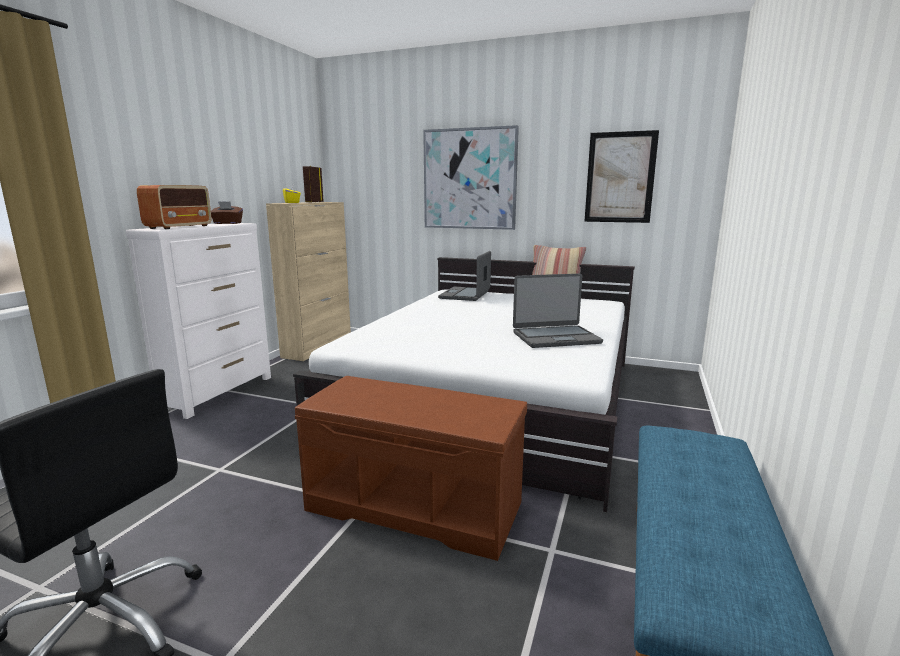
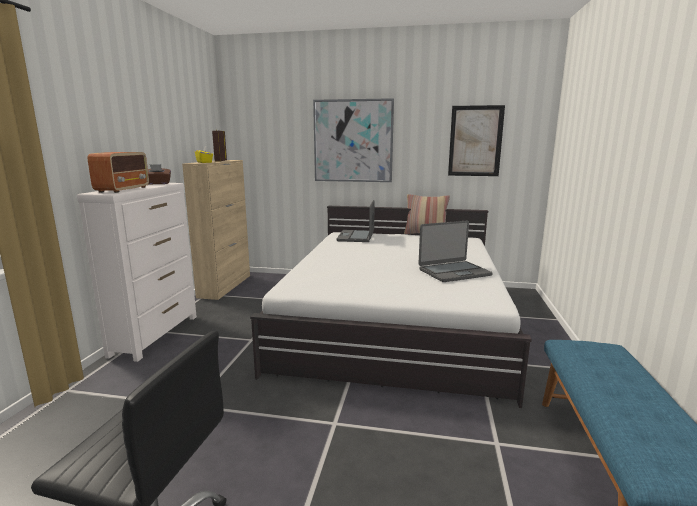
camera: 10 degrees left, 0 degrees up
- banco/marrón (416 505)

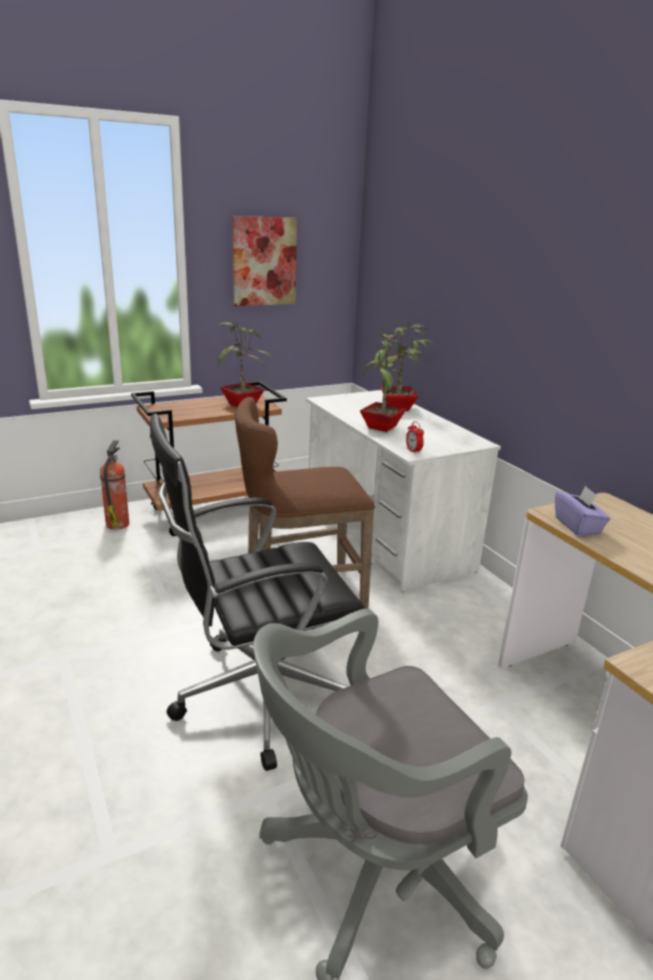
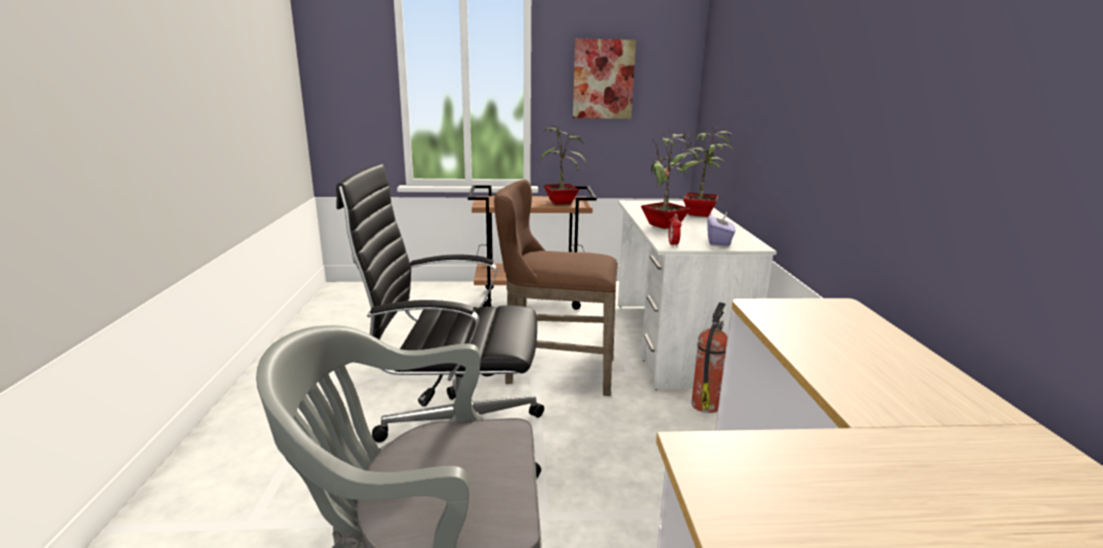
camera: 25 degrees right, 5 degrees down
~ extintor (118 523) to (706 404)
~ caja de pañuelos/morado (577 526) to (719 241)

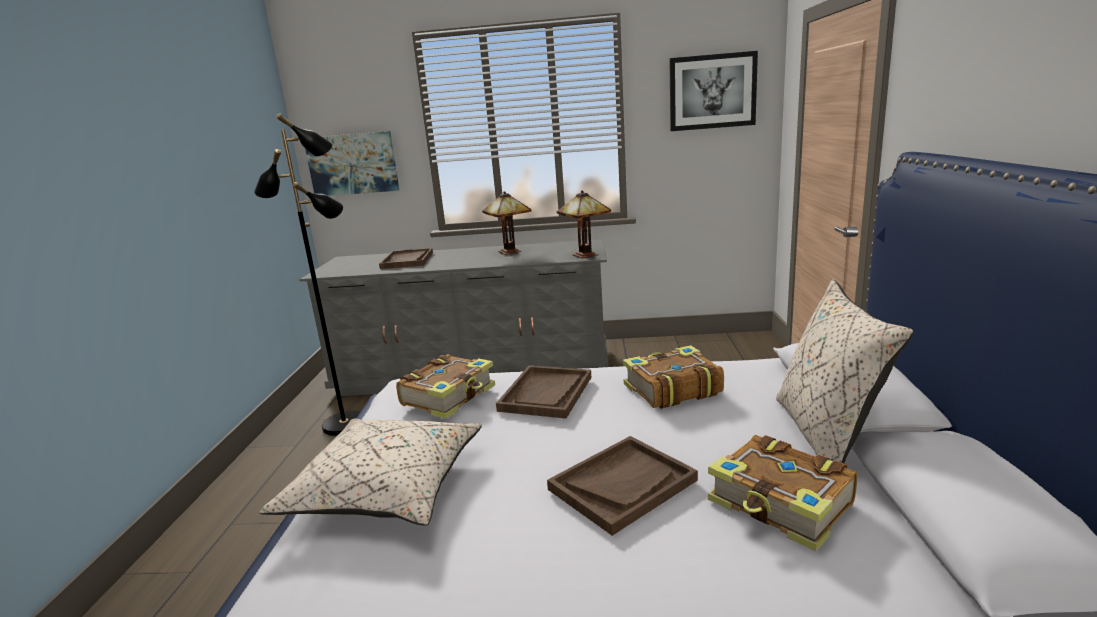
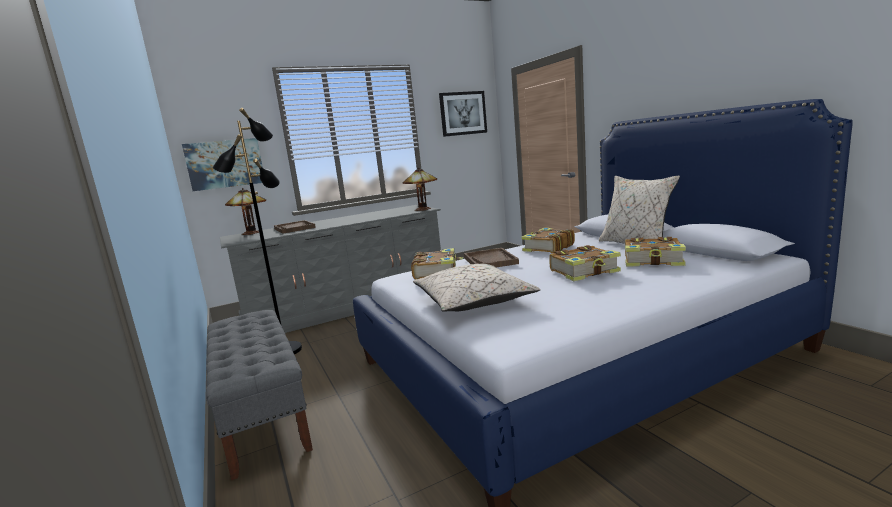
camera: 30 degrees left, 5 degrees down
+ banco/gris (262 414)
~ lámpara de mesa (510 251) to (252 233)
~ bandeja/marrón (622 485) to libro (585 272)

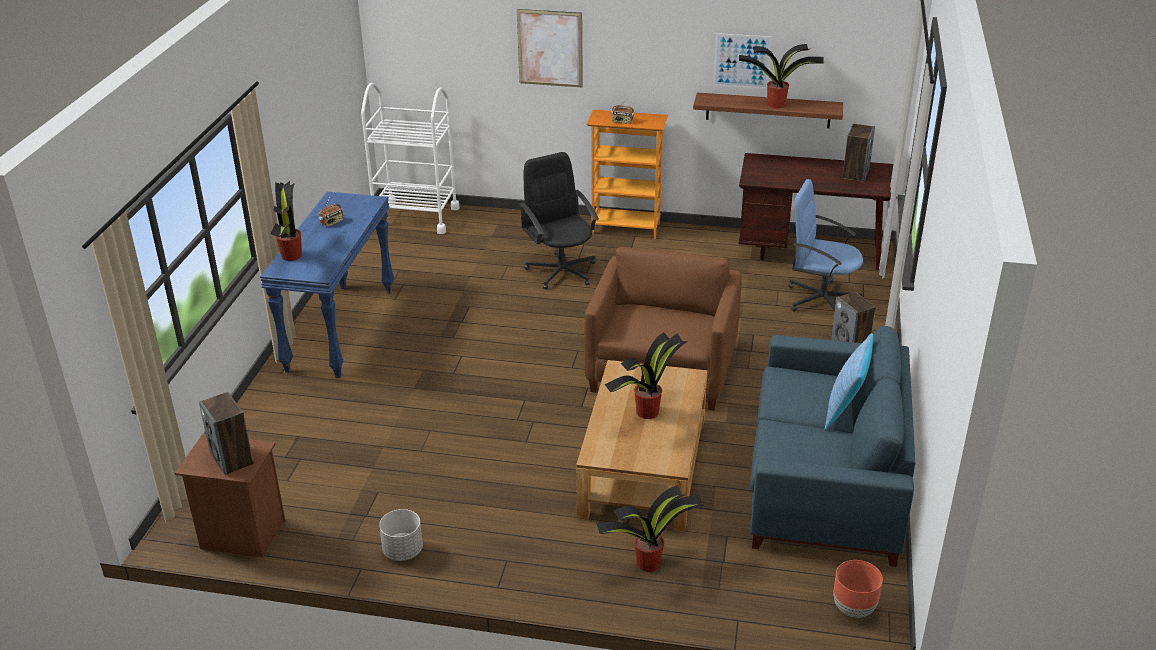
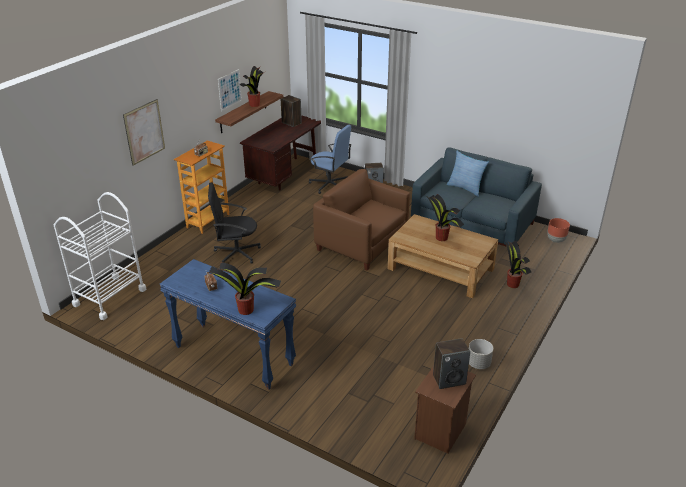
camera: 70 degrees left, 0 degrees up
~ silla de oficina/azul (820 299) = (330 185) 105 degrees counterclockwise

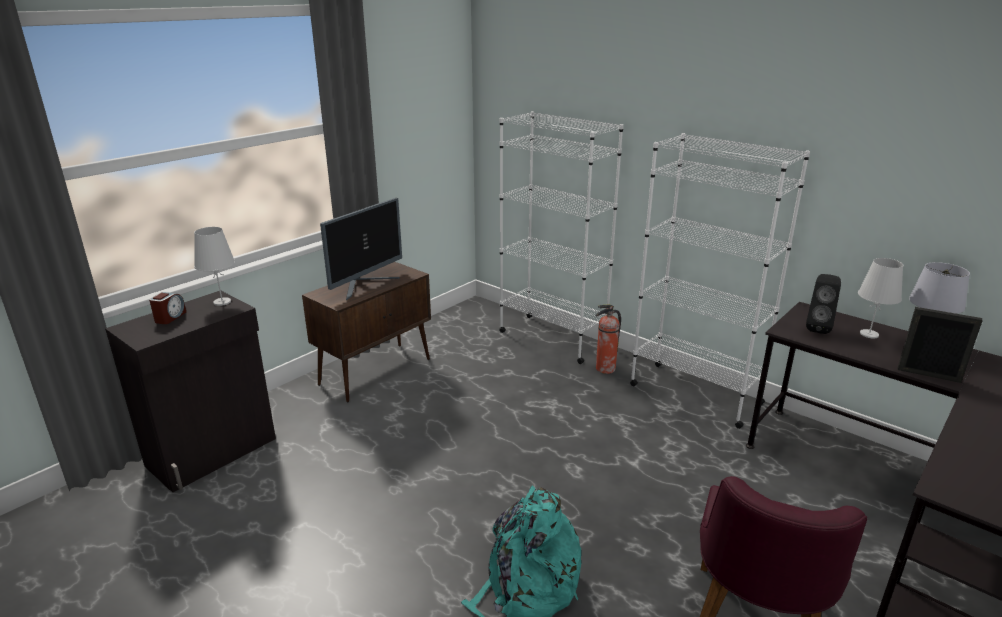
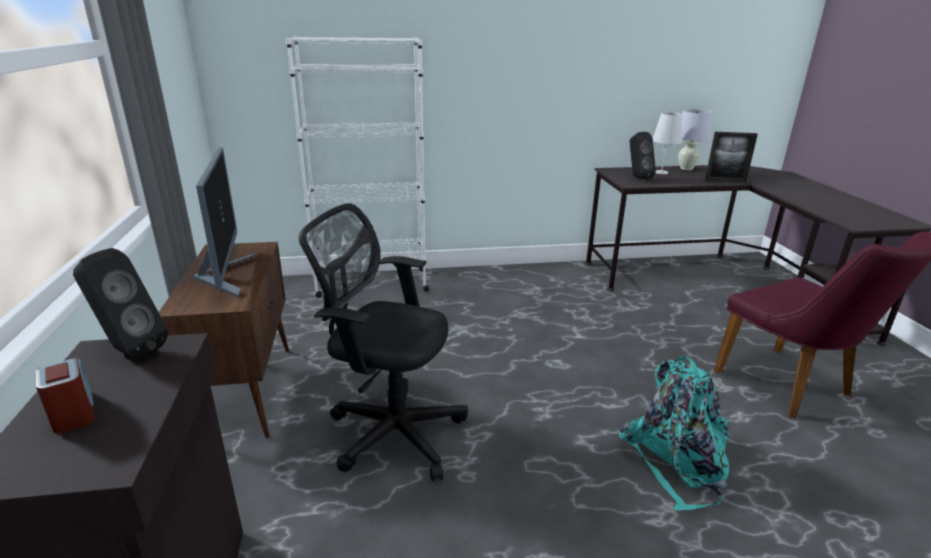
camera: 50 degrees left, 0 degrees up
- extintor (604 369)
- estantería/blanco (694 394)
+ silla de oficina/negro (391 431)
~ lámpara de mesa/blanco (222 302) to altavoz/negro (128 350)
~ portarretratos (928 375) = (725 181) 150 degrees counterclockwise

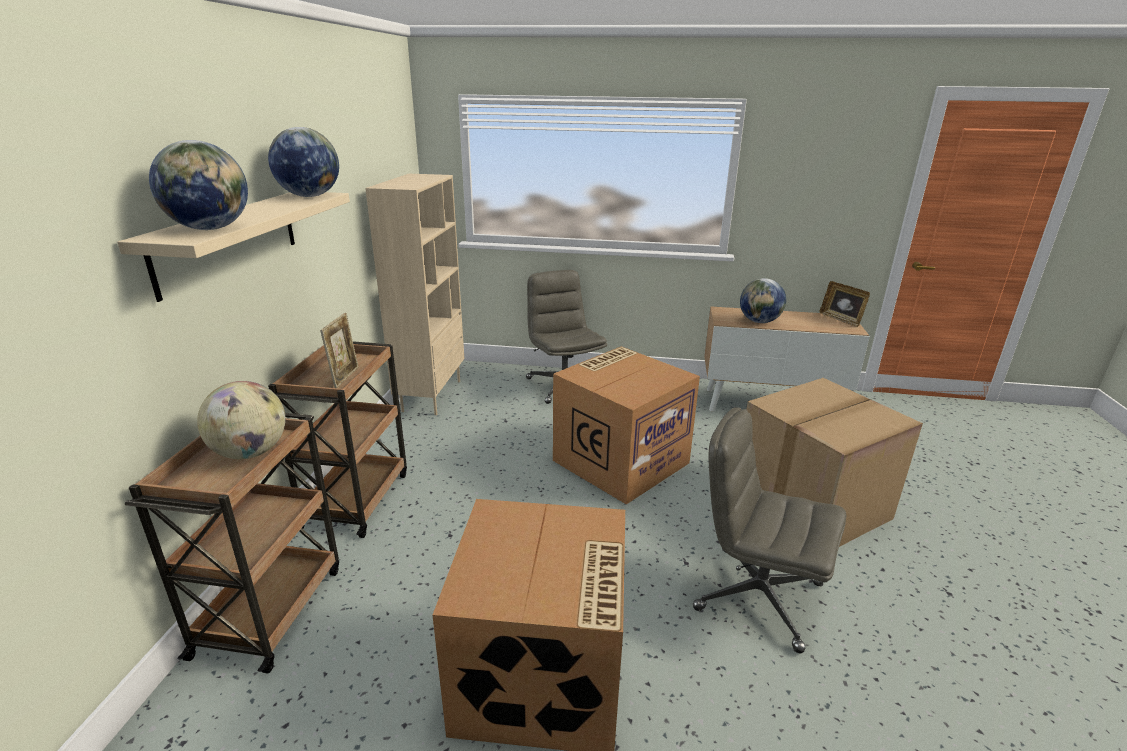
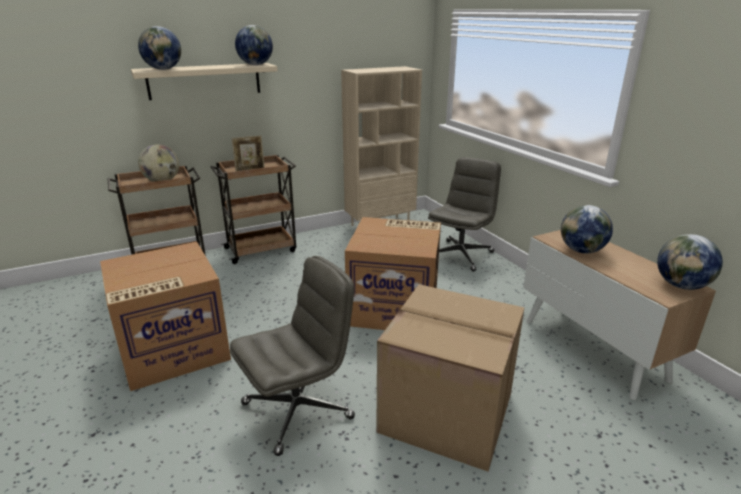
camera: 55 degrees right, 0 degrees up
~ portarretratos (841 319) to globo terráqueo (681 286)
~ silla de oficina/gris (756 596) = (298 410) 60 degrees clockwise

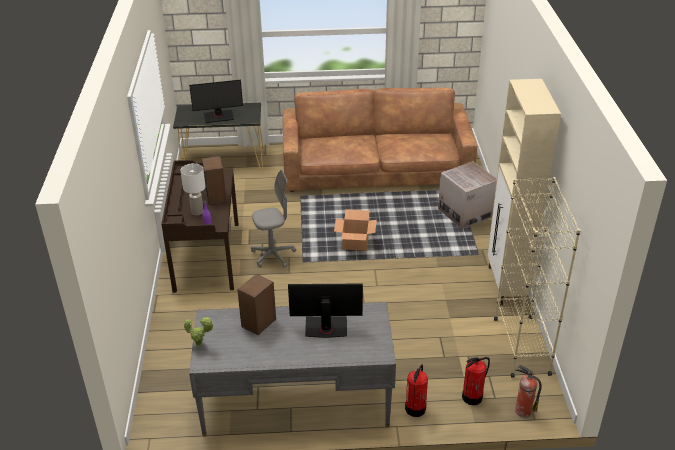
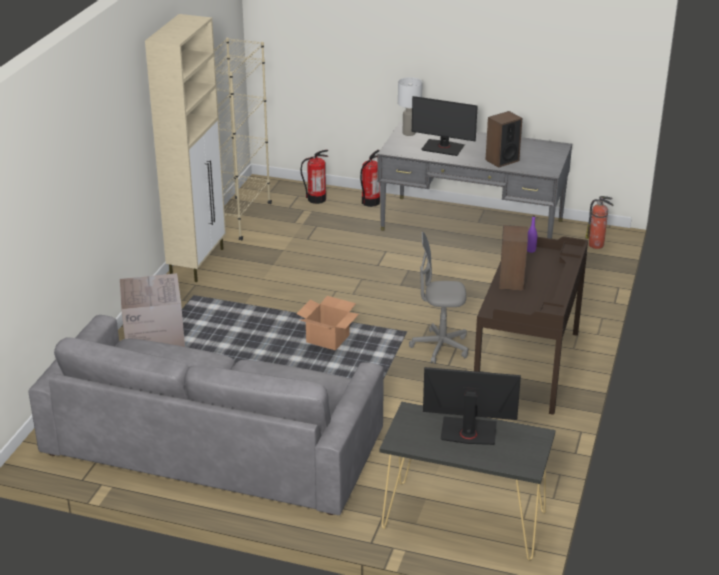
camera: 160 degrees left, 5 degrees down
- planta en maceta (200 345)
~ lámpara de mesa/blanco (197 212) to (409 133)
~ extintor (522 411) to (597 245)
~ sofá/marrón (376 168) to sofá/gris (214 442)

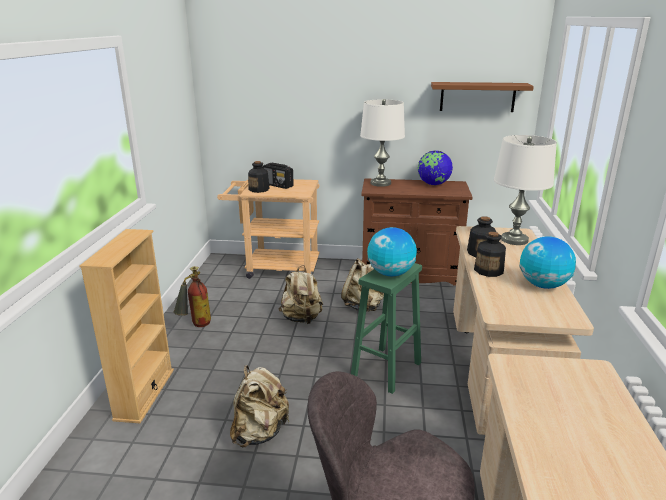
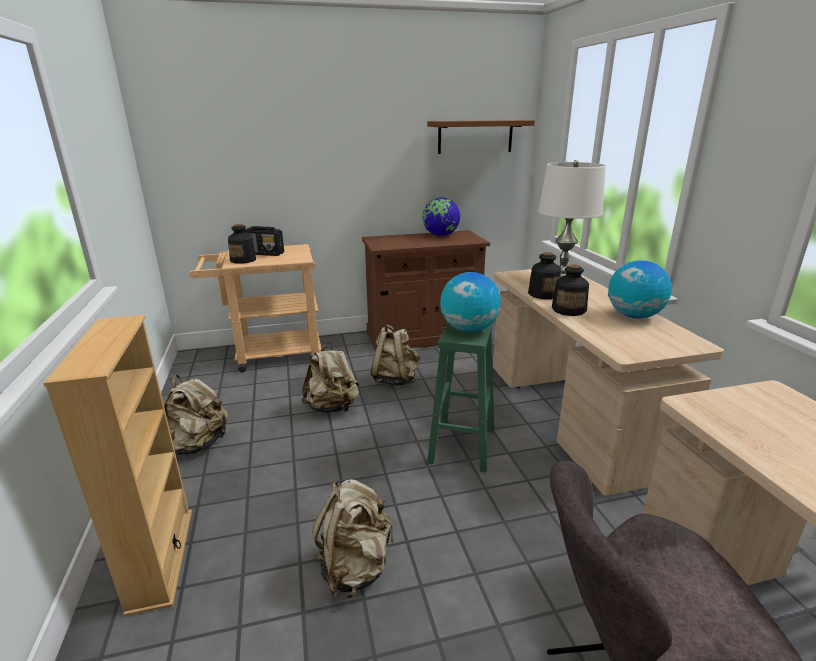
camera: 20 degrees left, 0 degrees up
- lámpara de mesa/blanco (380 183)
~ extintor (195 326) to mochila/beis (198 445)

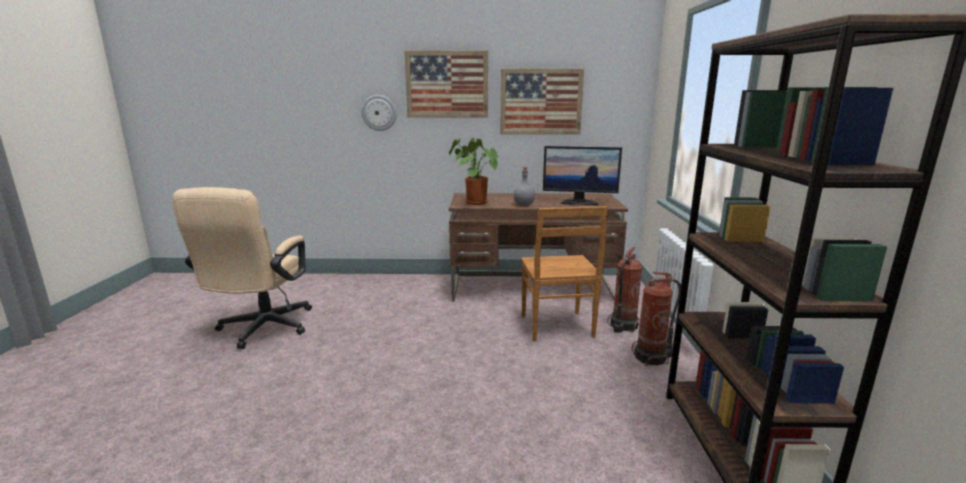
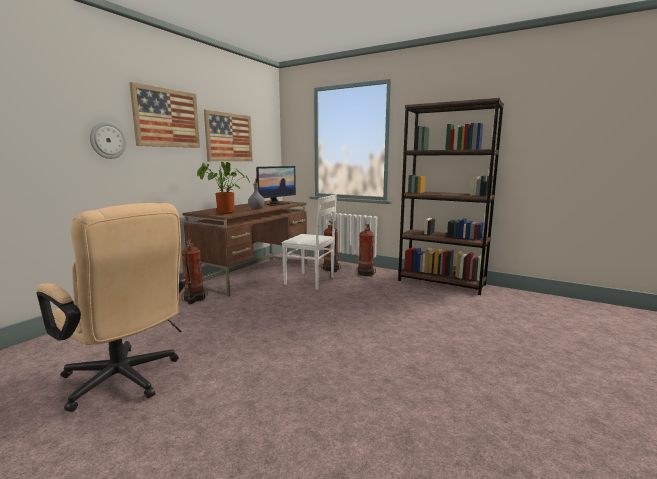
camera: 60 degrees left, 5 degrees down
+ extintor (194 299)
~ silla/marrón (557 327) to silla/blanco (311 281)

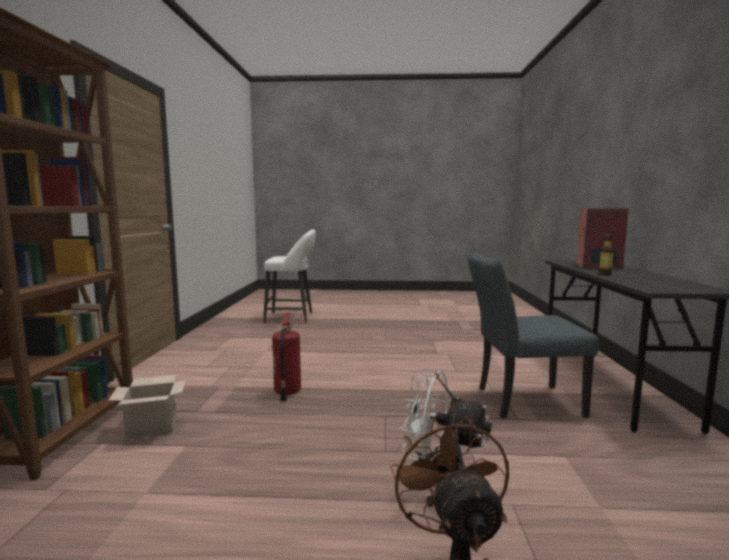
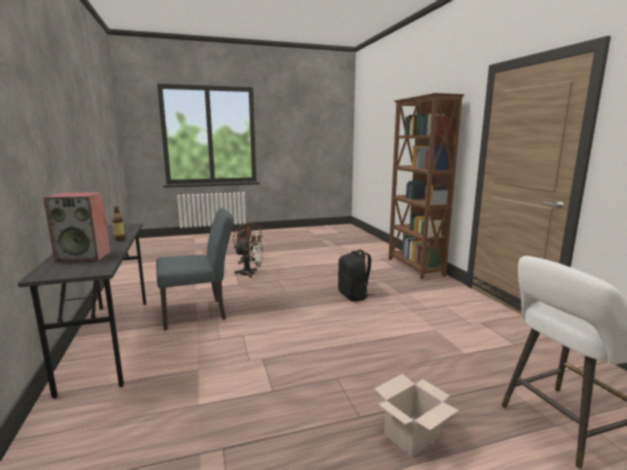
camera: 160 degrees right, 5 degrees up
~ caja de cartón (153 427) to (411 437)
~ extintor (286 393) to mochila/negro (354 296)

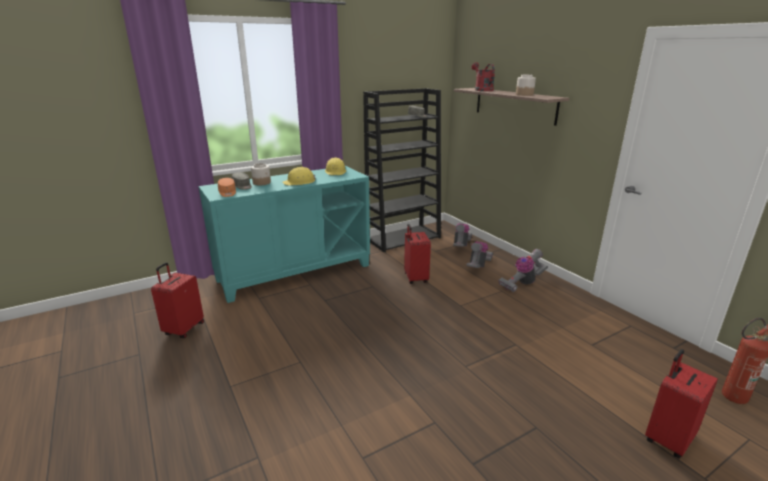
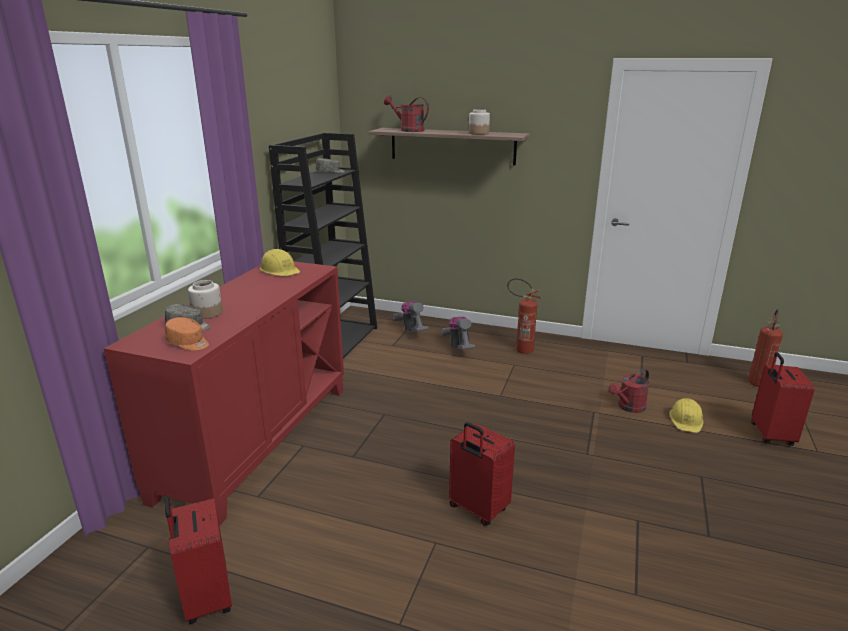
camera: 40 degrees left, 0 degrees up
+ regadera/rojo (628 407)
~ casco/amarillo (299 182) to (686 420)
~ maleta/rojo (415 278) to (477 509)
~ aspiradora (522 283) to extintor (520 349)
~ armario/turquesa (294 272) to armario/rojo (257 439)

